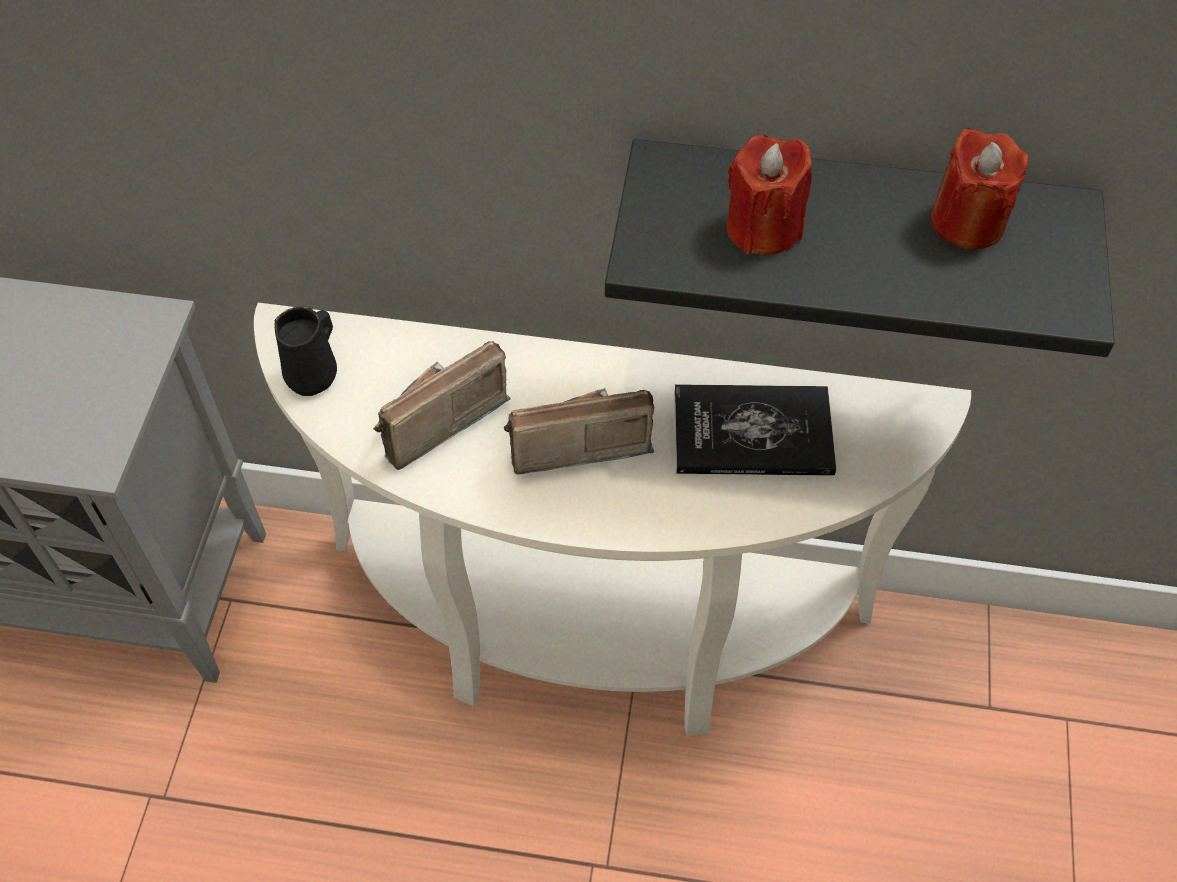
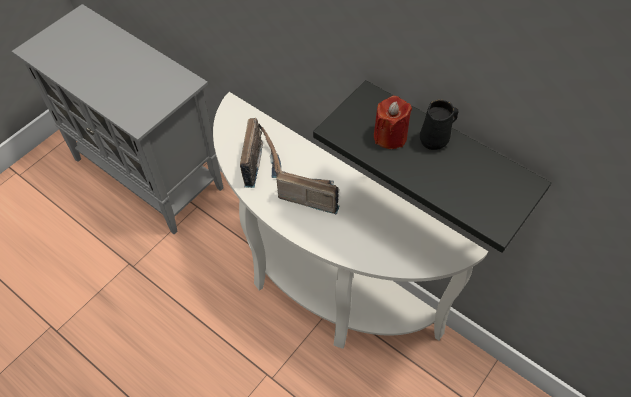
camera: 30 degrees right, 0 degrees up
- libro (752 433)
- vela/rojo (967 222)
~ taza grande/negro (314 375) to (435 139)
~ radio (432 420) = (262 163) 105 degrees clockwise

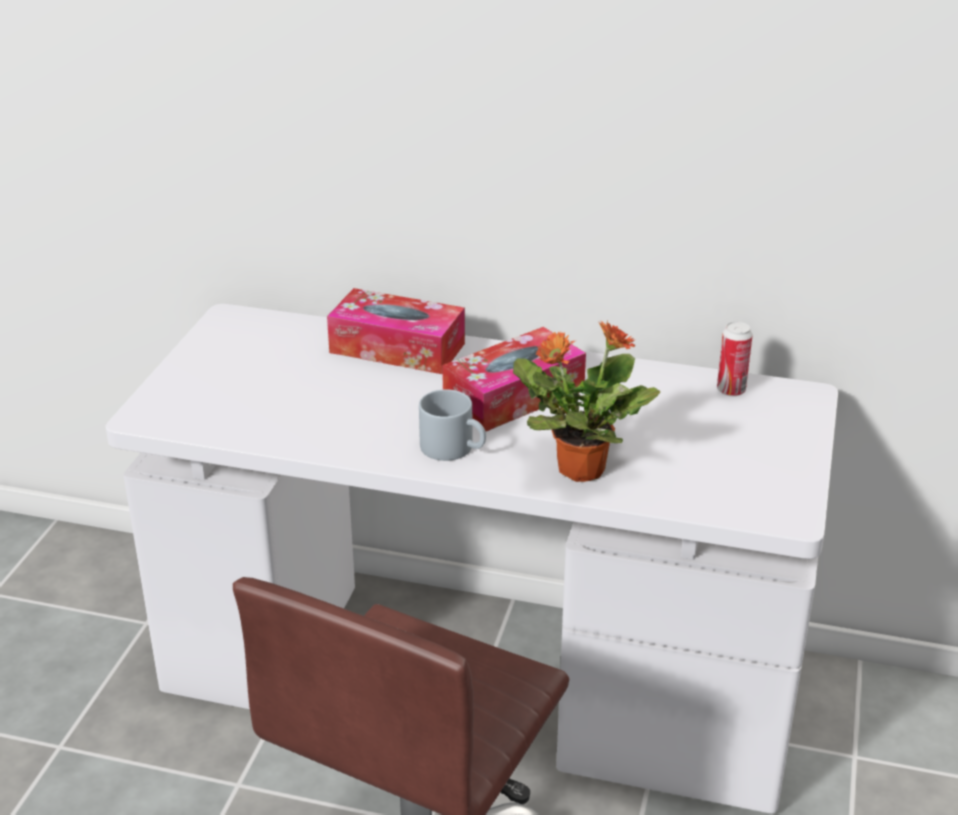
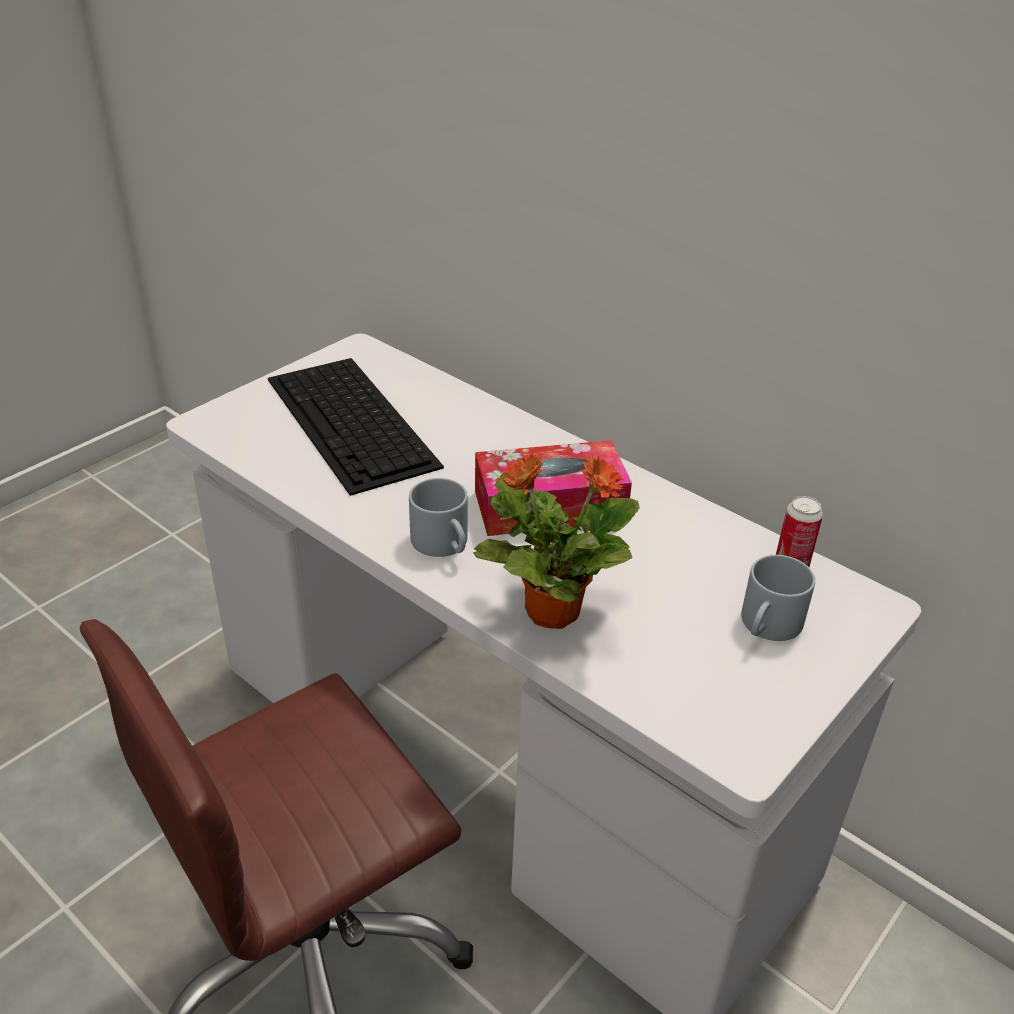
camera: 25 degrees right, 5 degrees up
- caja de pañuelos (397 348)
+ teclado (352 422)
+ taza grande/gris (768 627)

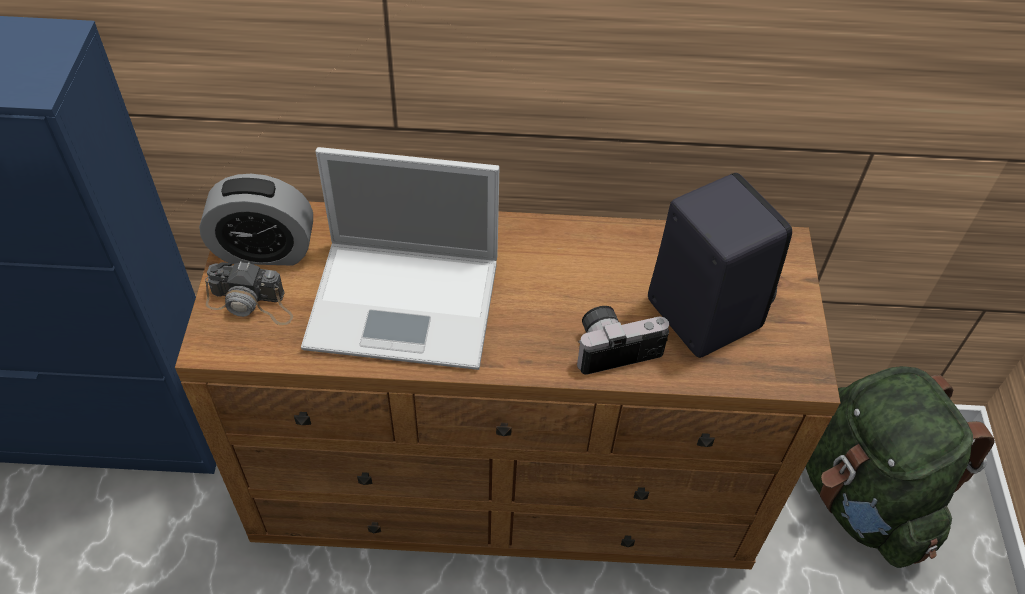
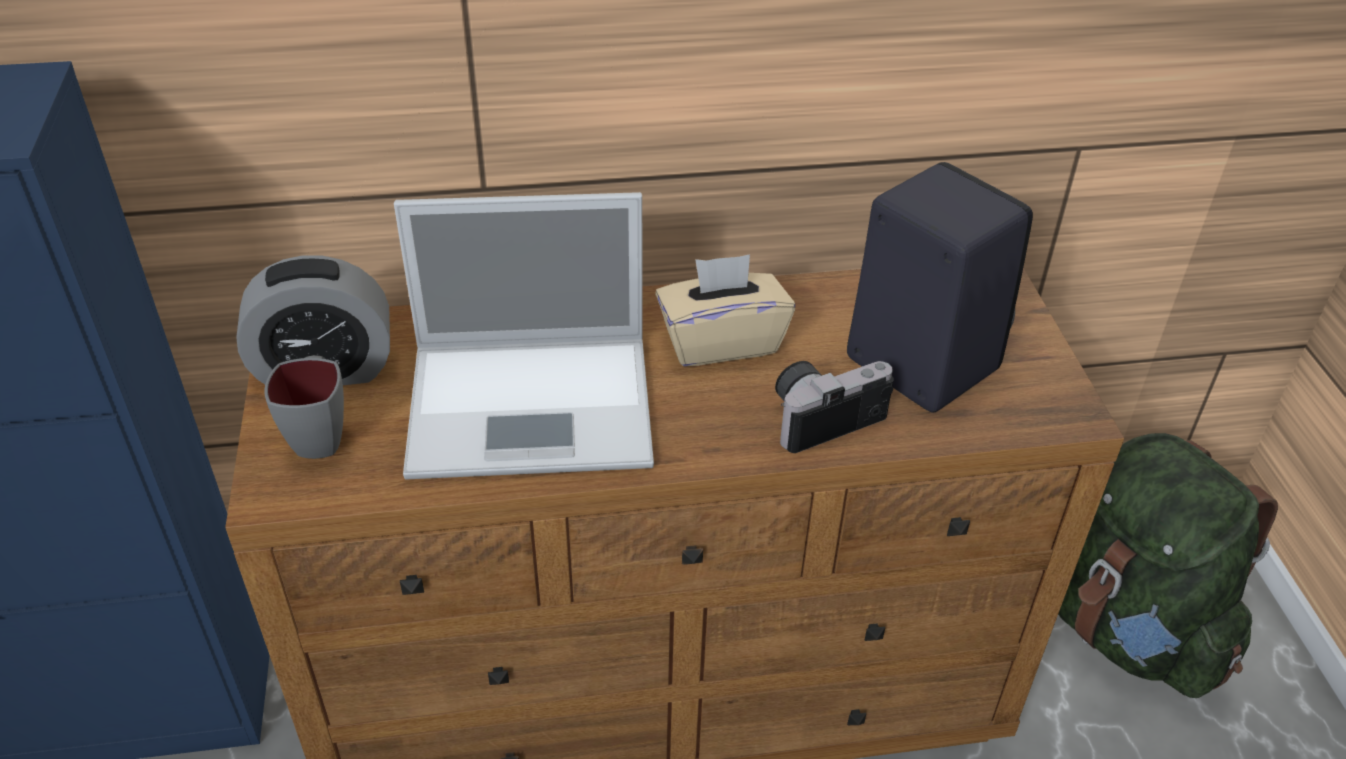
camera: 10 degrees left, 10 degrees down
+ caja de pañuelos/beis (721 341)
~ cámara (251 303) to taza grande/gris (320 434)

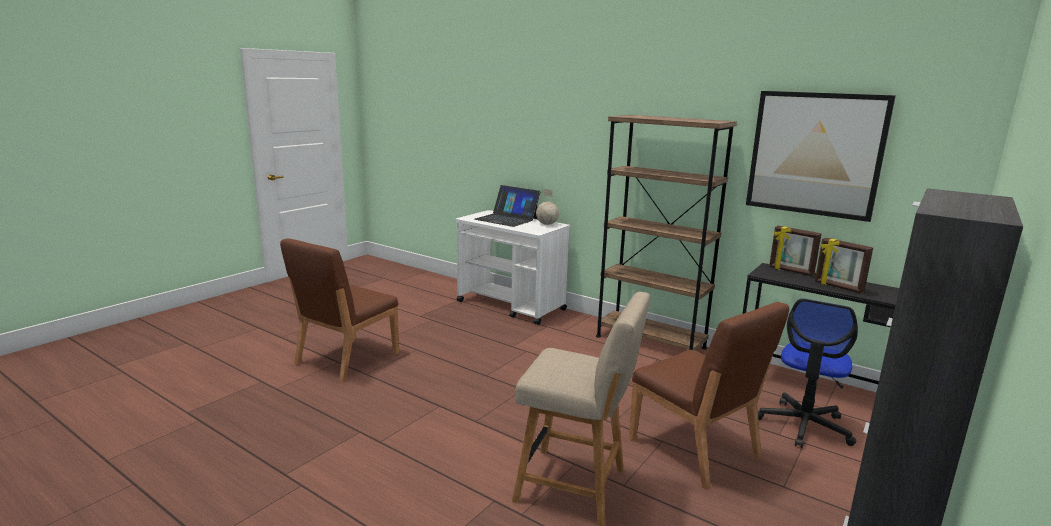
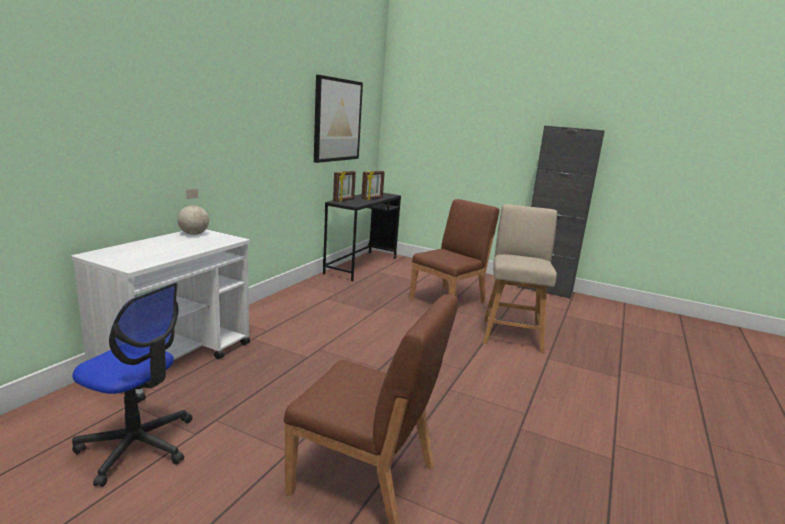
camera: 100 degrees left, 0 degrees up
- portátil (507 219)
- estantería/marrón (650 342)
~ silla de oficina (804 425) to (137 445)

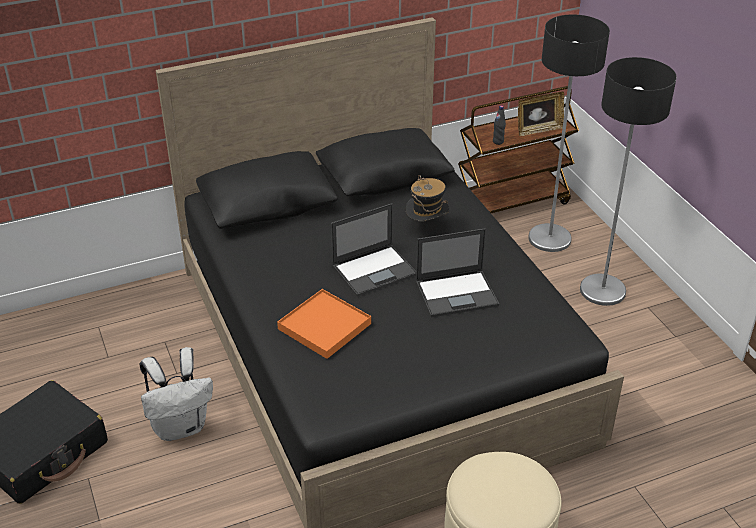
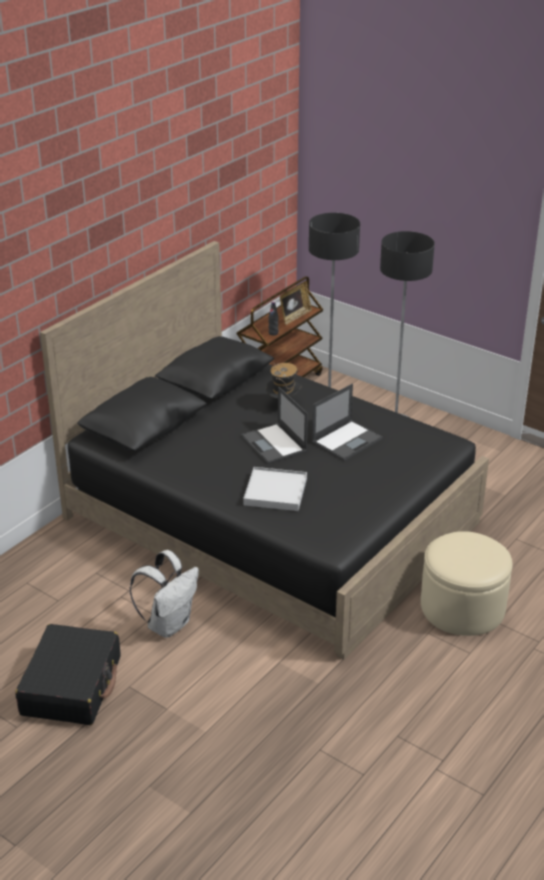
camera: 30 degrees left, 5 degrees down
~ bandeja/naranja (325 326) to bandeja/blanco (275 491)
~ portátil (375 270) = (274 444) 120 degrees clockwise

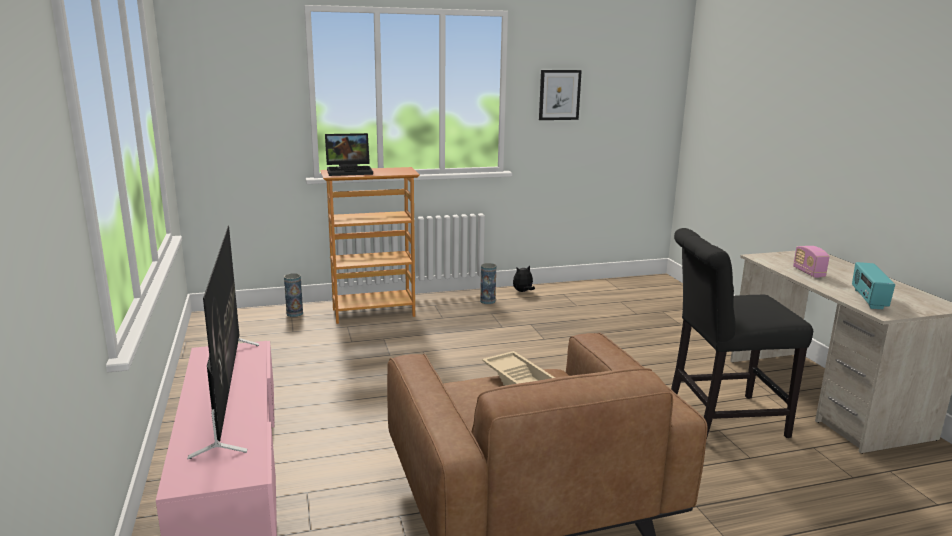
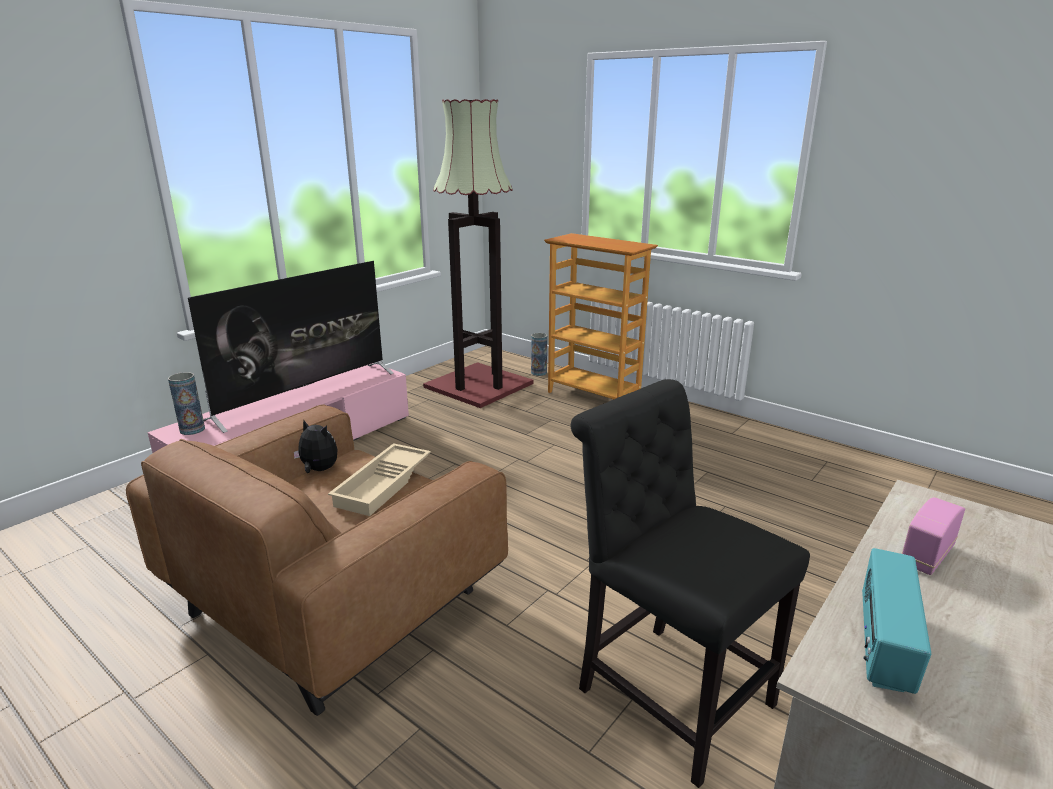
camera: 55 degrees right, 5 degrees up
- portátil (350 171)
- cuadro (559 95)
+ lámpara de pie (478 386)
~ florero (487 301) to (192 430)
~ peluche (523 291) to (318 470)
~ radio (868 299) = (882 646) 45 degrees counterclockwise

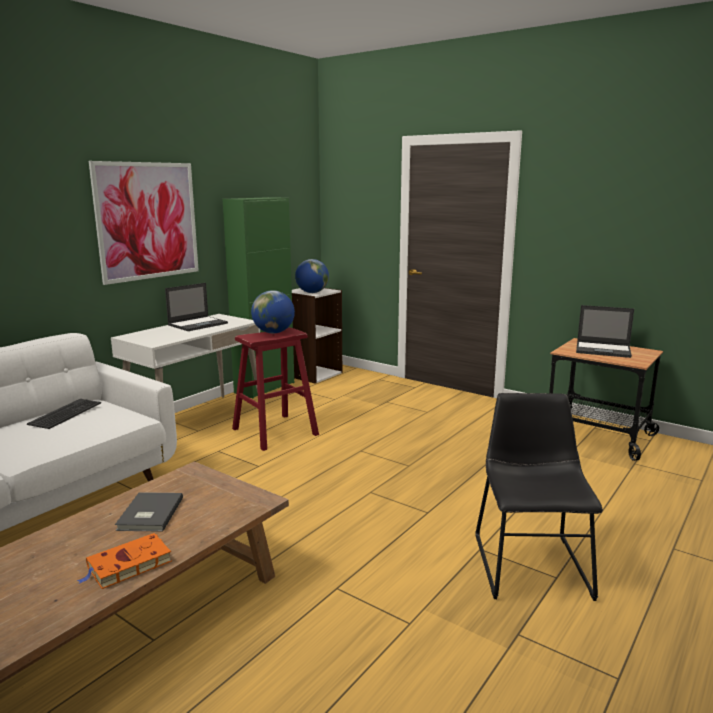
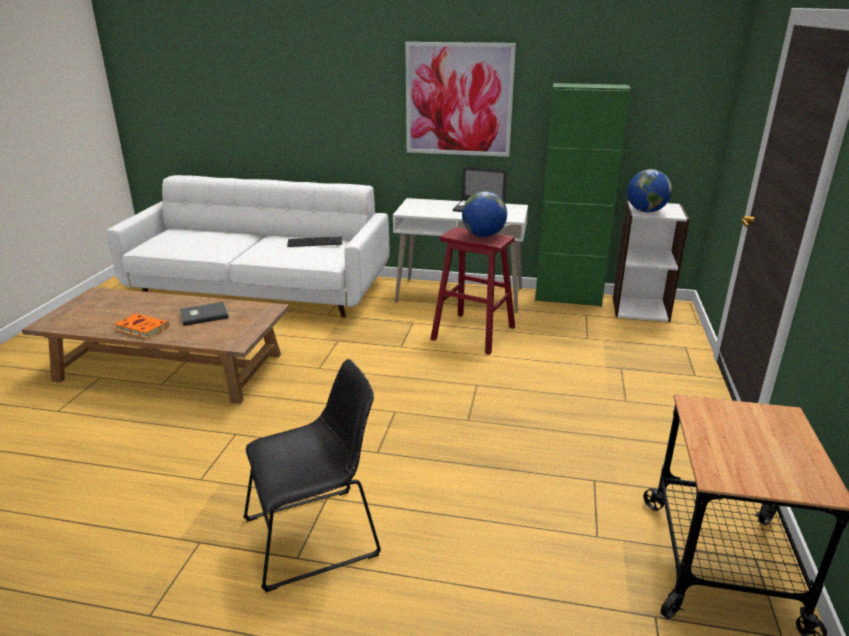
camera: 65 degrees right, 10 degrees up
- portátil (603 350)

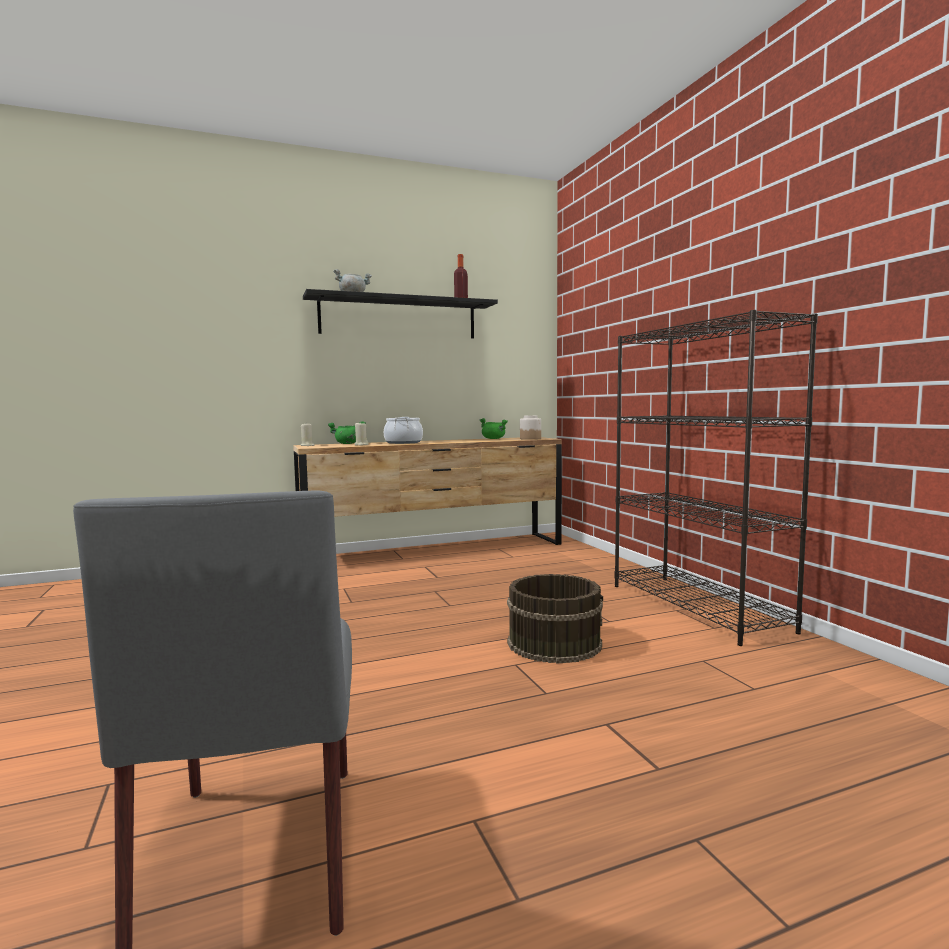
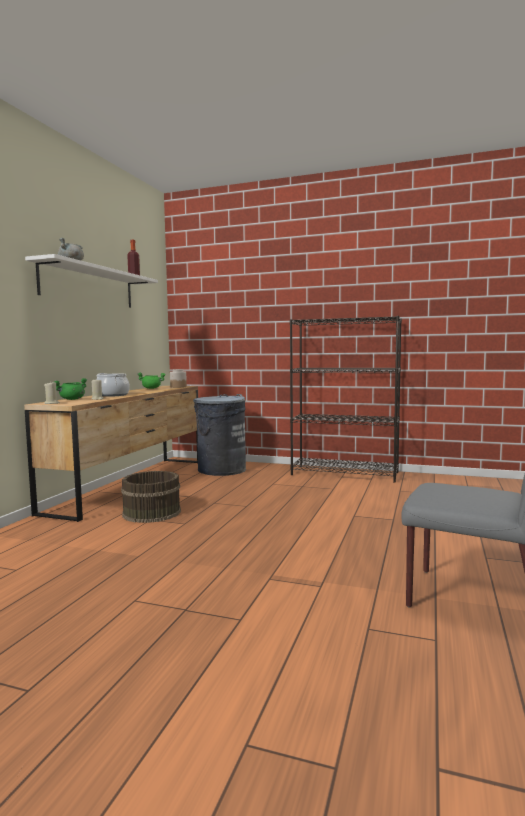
camera: 50 degrees left, 0 degrees up
+ papelera/gris (221 470)
~ cubo/marrón (554 643) to (151 512)
~ estante/negro (399 318) to estante/blanco (89 286)

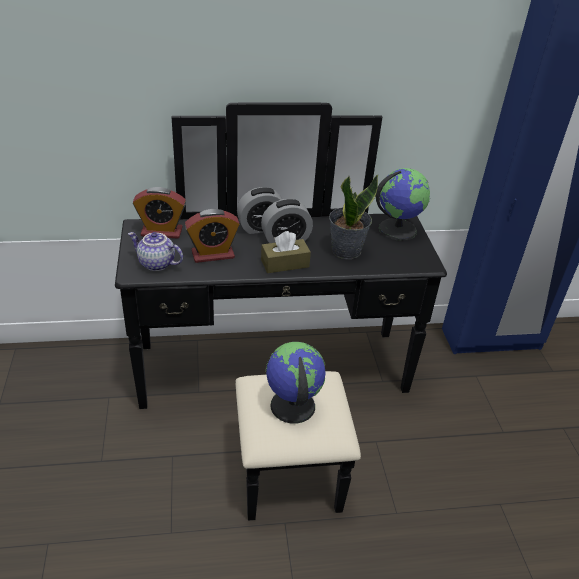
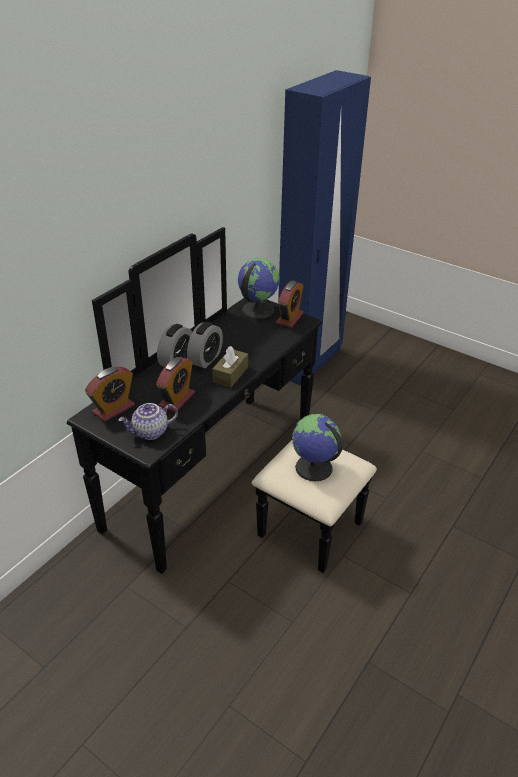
camera: 45 degrees left, 0 degrees up
- planta en maceta (346 250)
+ despertador (289 318)

